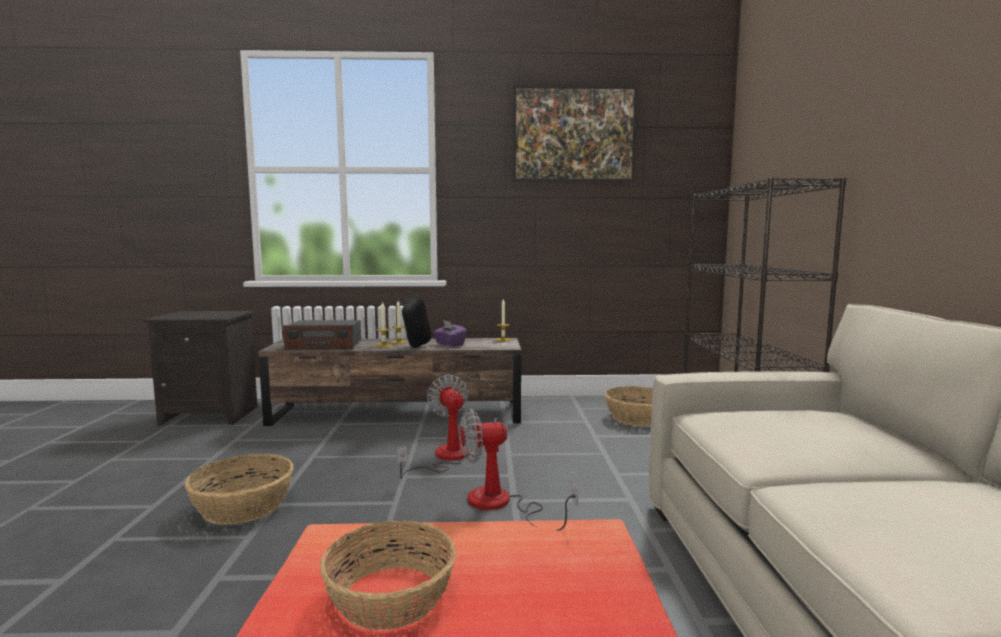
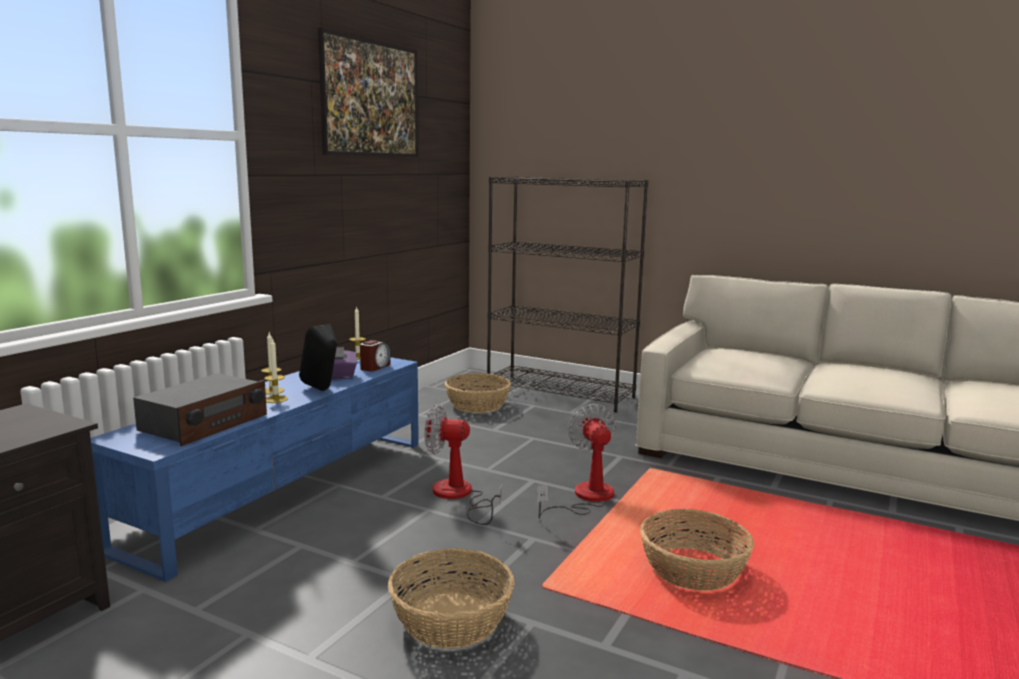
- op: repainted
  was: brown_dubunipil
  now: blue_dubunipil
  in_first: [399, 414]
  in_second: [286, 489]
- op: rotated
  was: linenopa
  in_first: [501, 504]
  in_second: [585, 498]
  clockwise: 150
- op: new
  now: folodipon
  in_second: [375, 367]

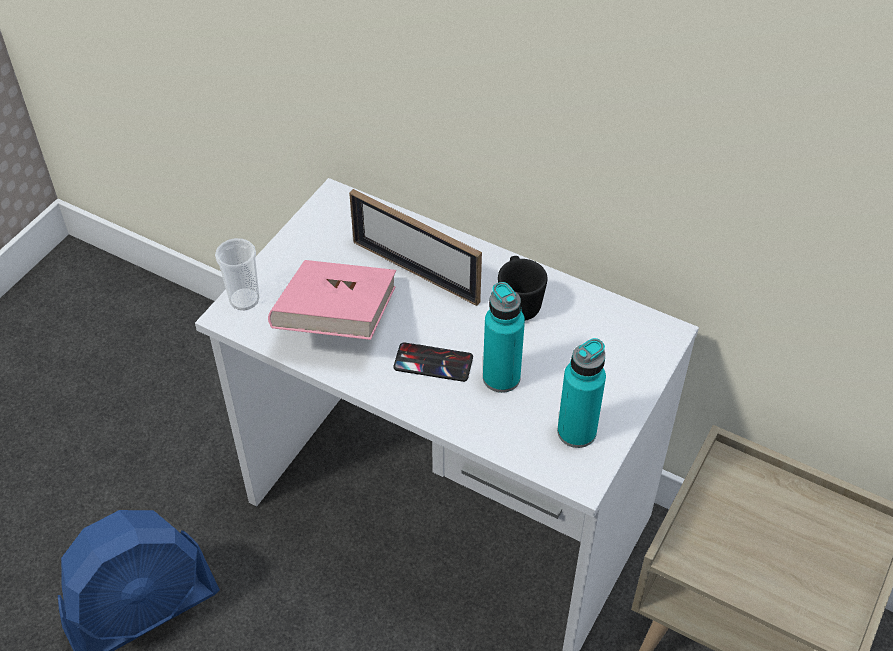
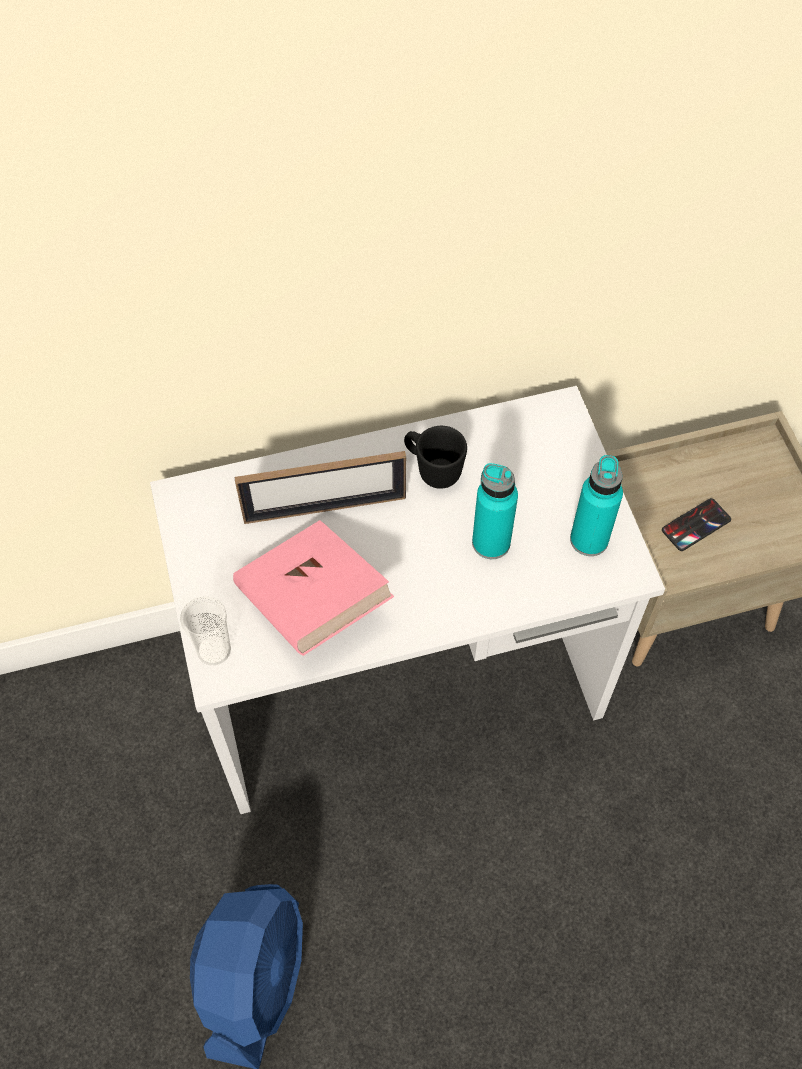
- op: shifted
  was: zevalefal
  in_first: [433, 362]
  in_second: [696, 525]

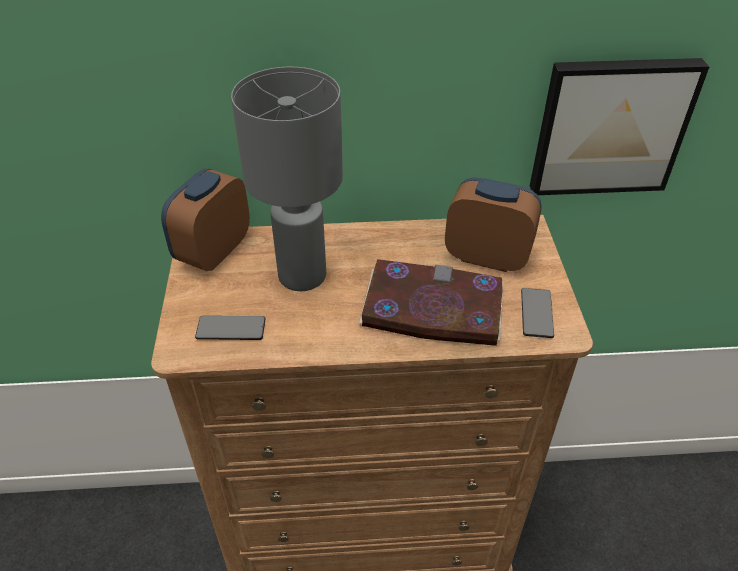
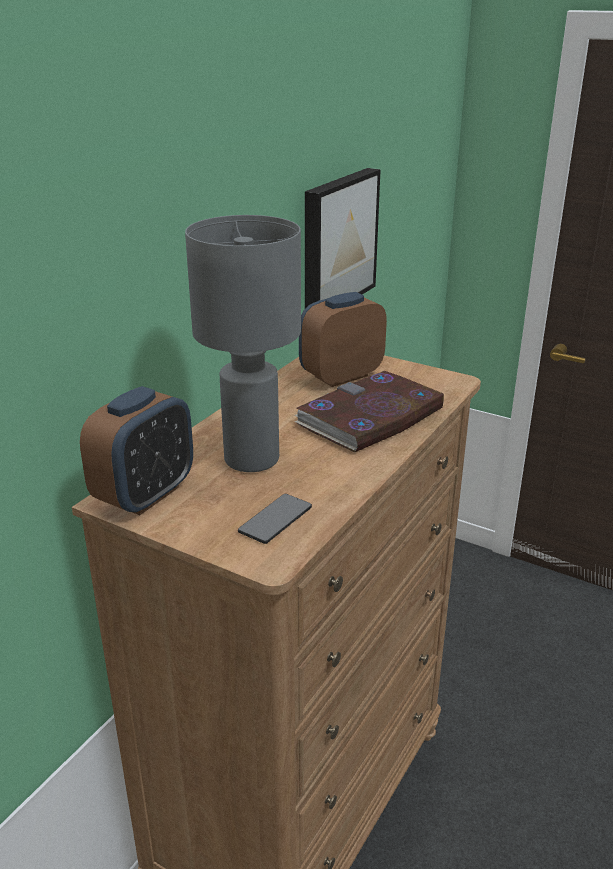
- op: rotated
  was: folodipon
  in_first: [213, 252]
  in_second: [145, 495]
  clockwise: -120
- op: gone
  was: zevalefal
  in_first: [536, 313]

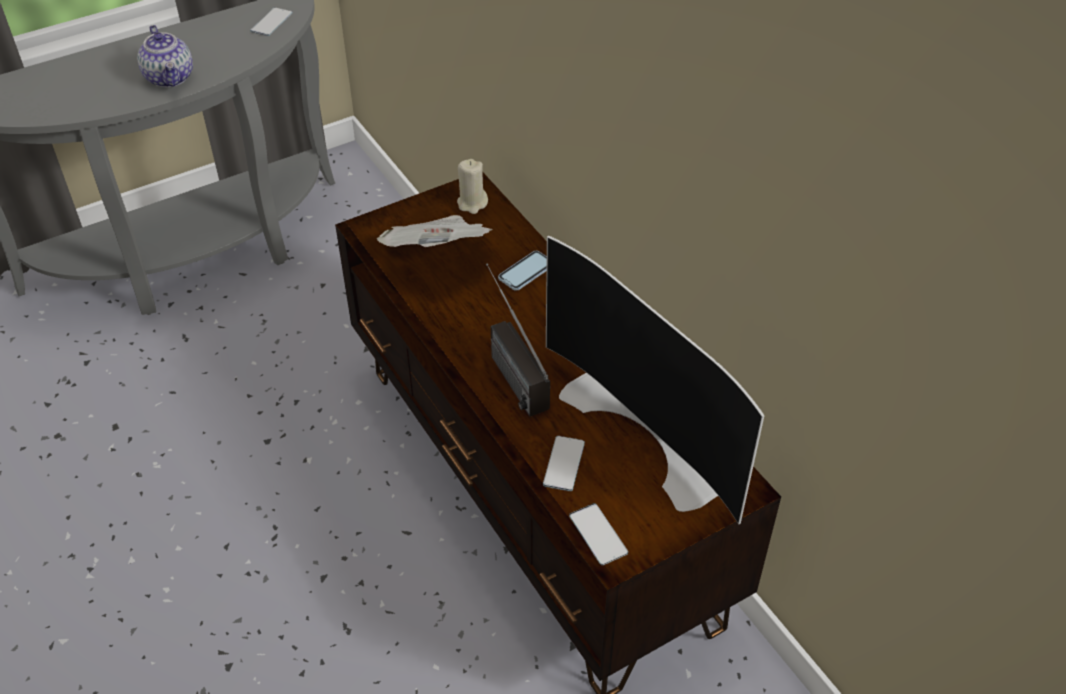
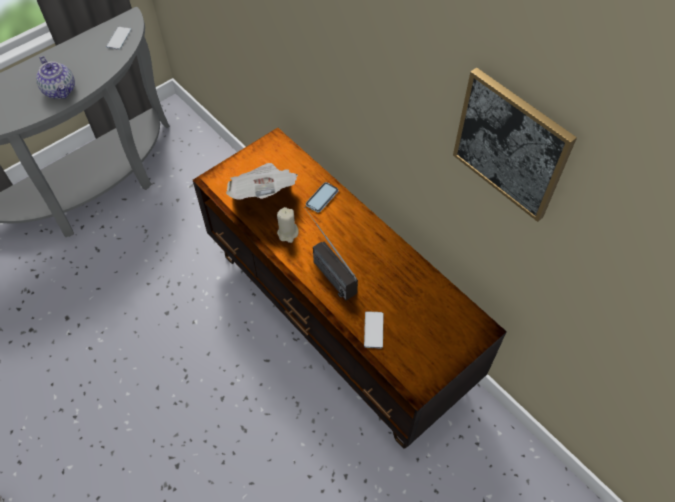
- op: shifted
  was: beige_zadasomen
  in_first: [472, 203]
  in_second: [288, 233]
- op: gone
  was: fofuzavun
  in_first: [651, 431]
- op: gone
  was: zevalefal
  in_first: [598, 534]
- op: new
  now: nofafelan
  in_second: [511, 145]

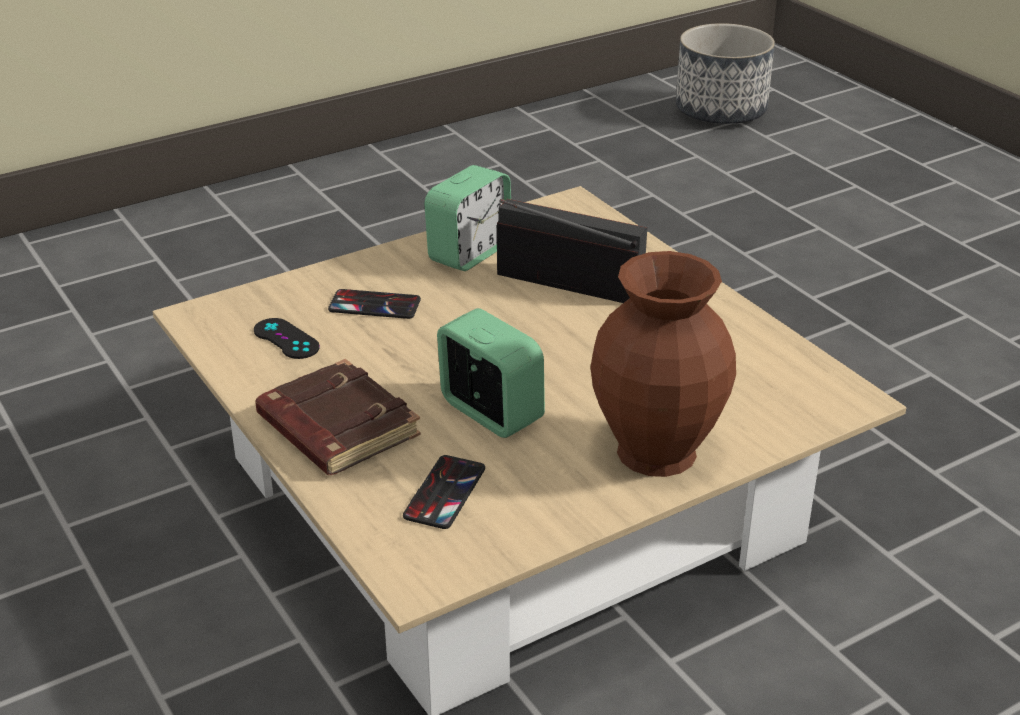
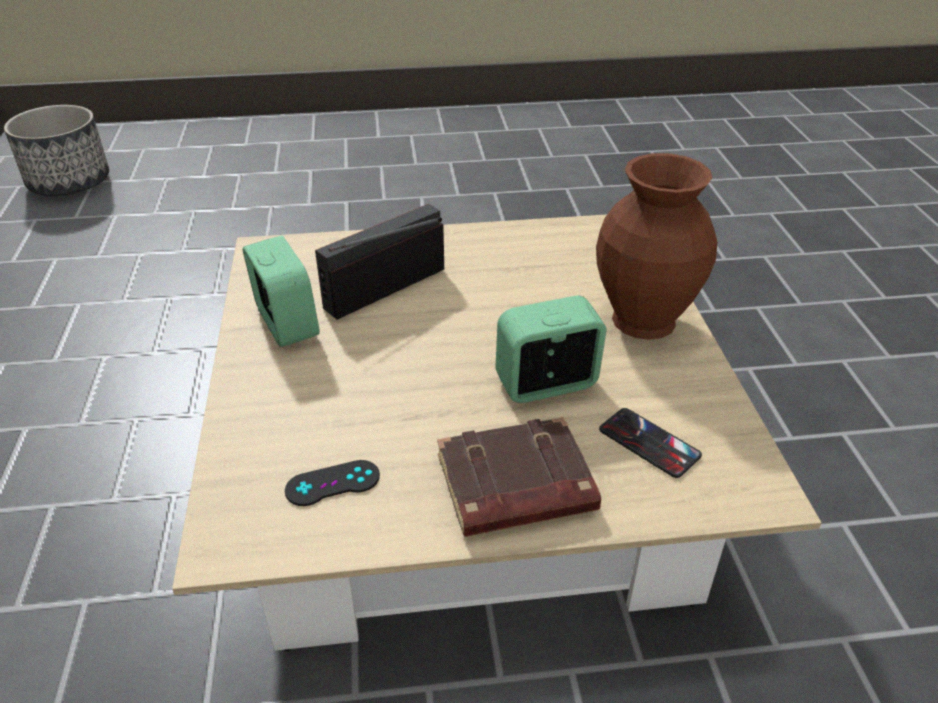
- op: gone
  was: zevalefal
  in_first: [374, 305]

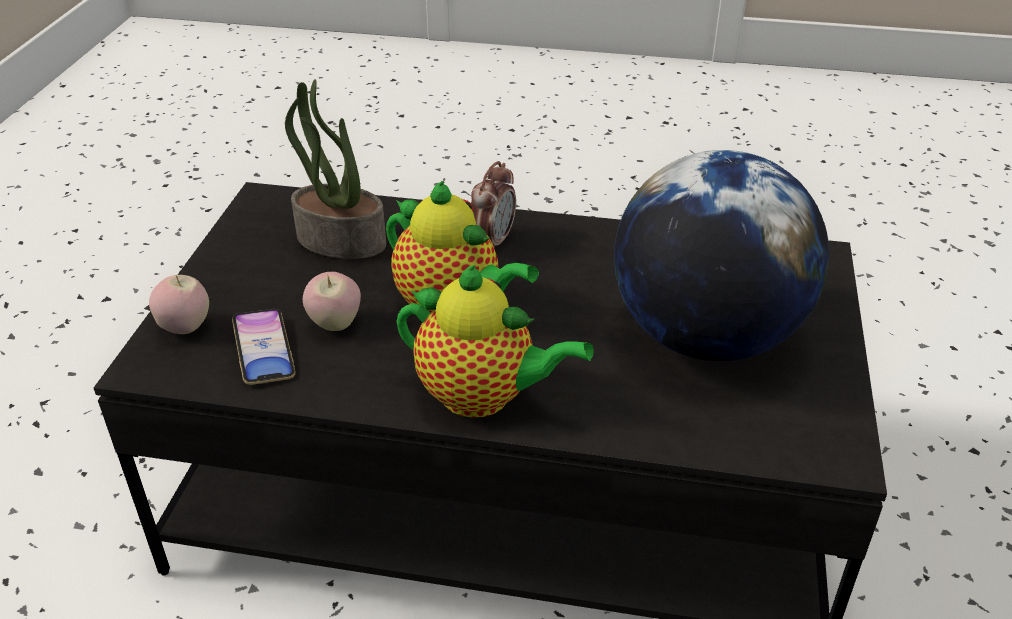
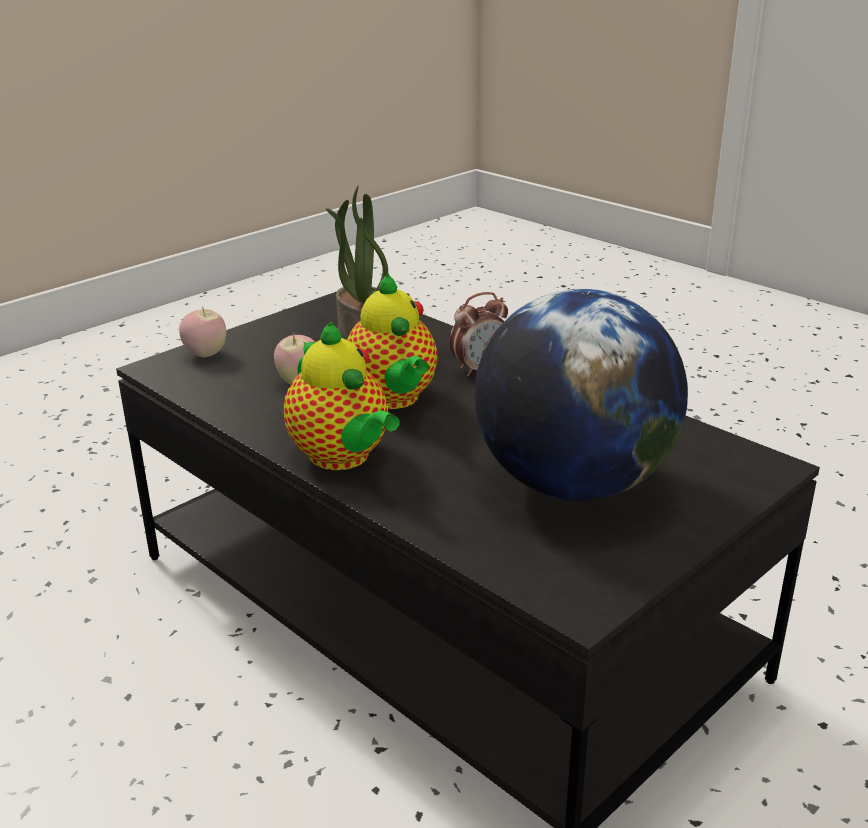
- op: gone
  was: zevalefal
  in_first: [264, 351]

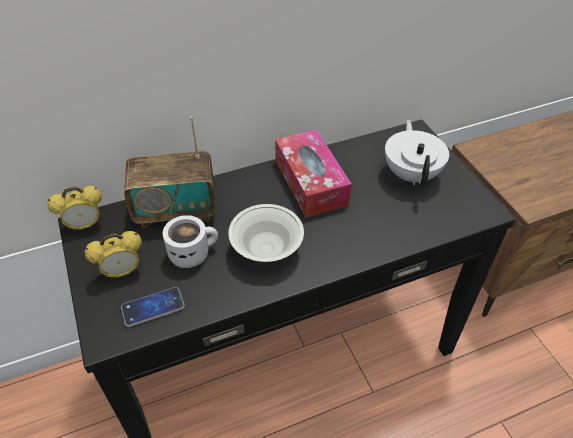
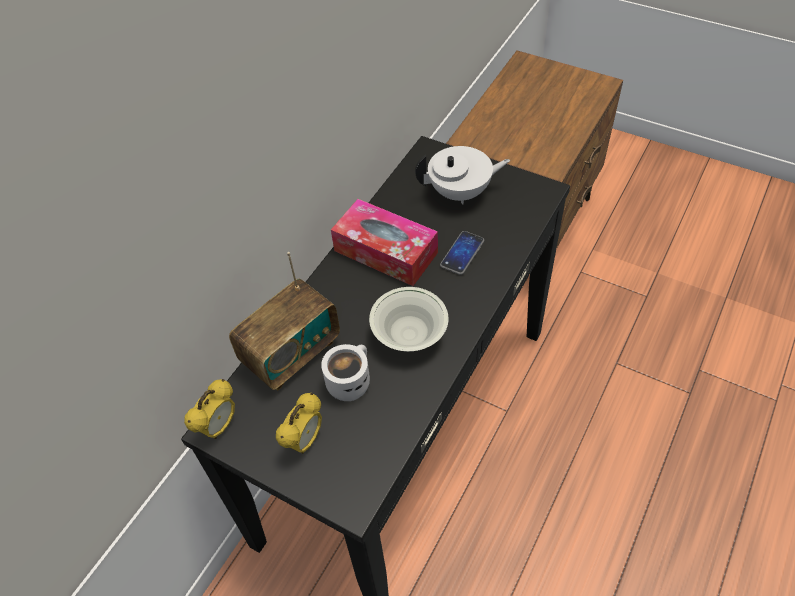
- op: rotated
  was: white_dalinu
  in_first: [411, 174]
  in_second: [460, 192]
  clockwise: 120
- op: shifted
  was: zevalefal
  in_first: [153, 307]
  in_second: [462, 253]

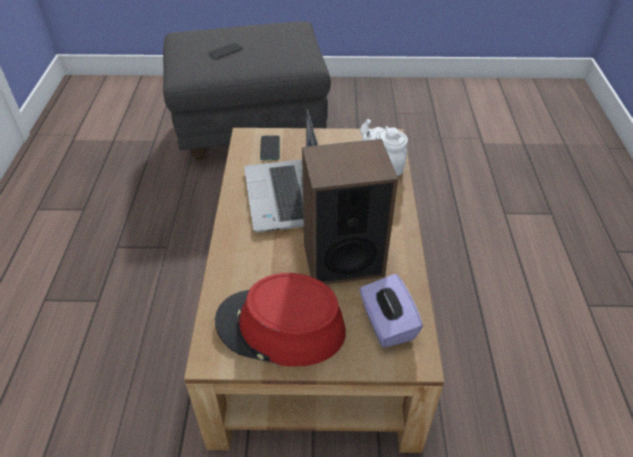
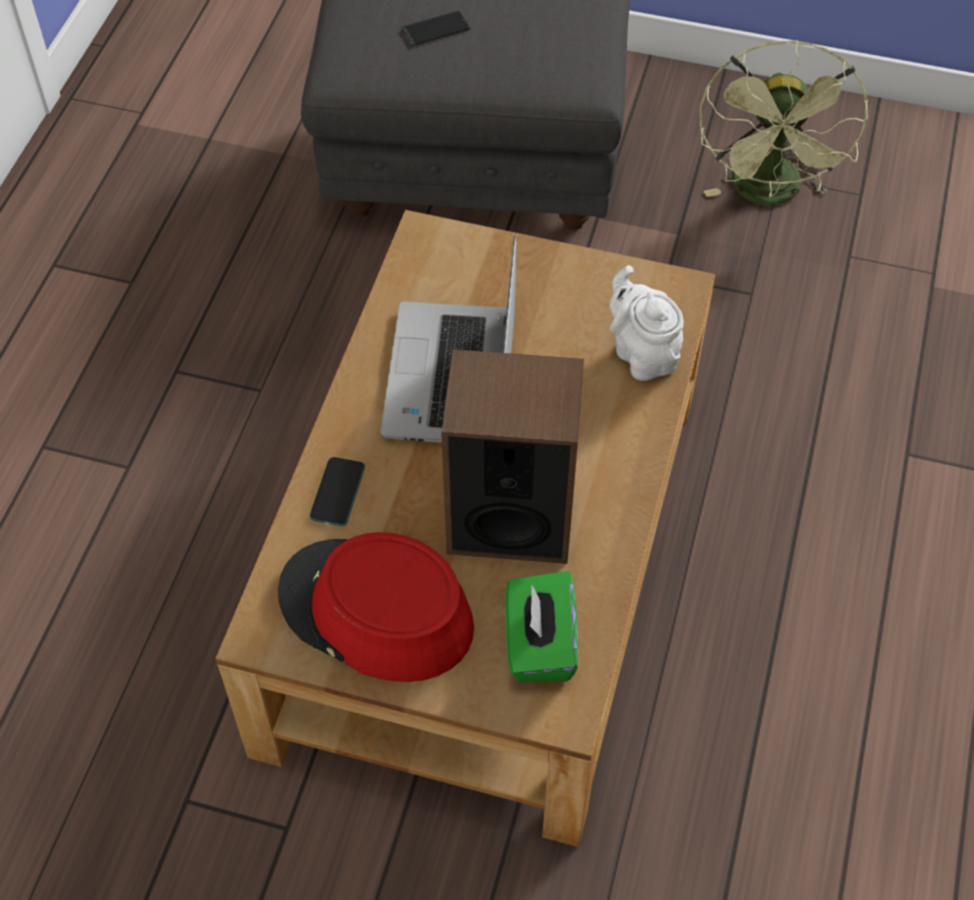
- op: shifted
  was: zevalefal
  in_first: [270, 148]
  in_second: [337, 492]
- op: repainted
  was: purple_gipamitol
  now: green_gipamitol
  in_first: [386, 324]
  in_second: [539, 645]
- op: new
  now: green_linenopa
  in_second: [769, 194]

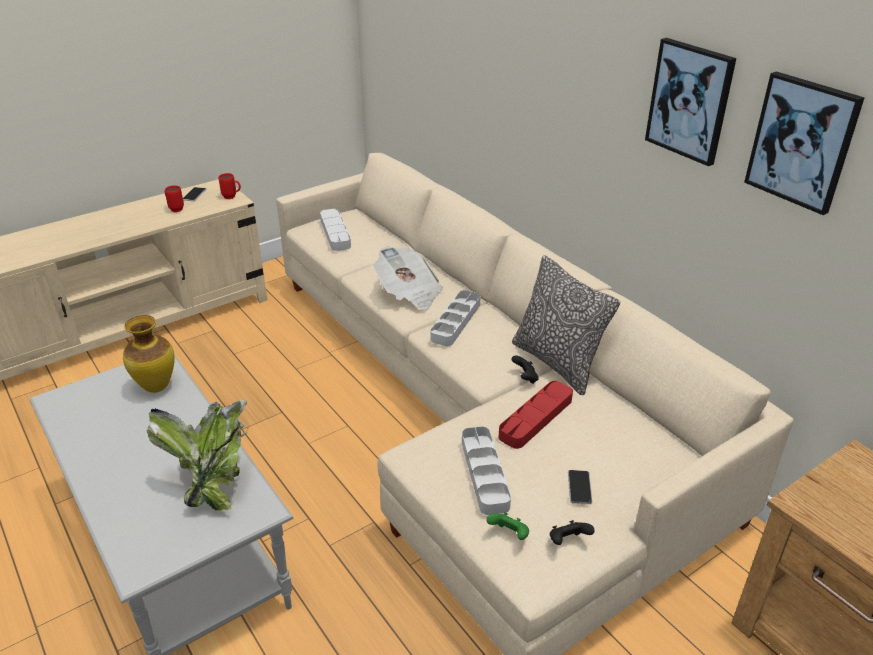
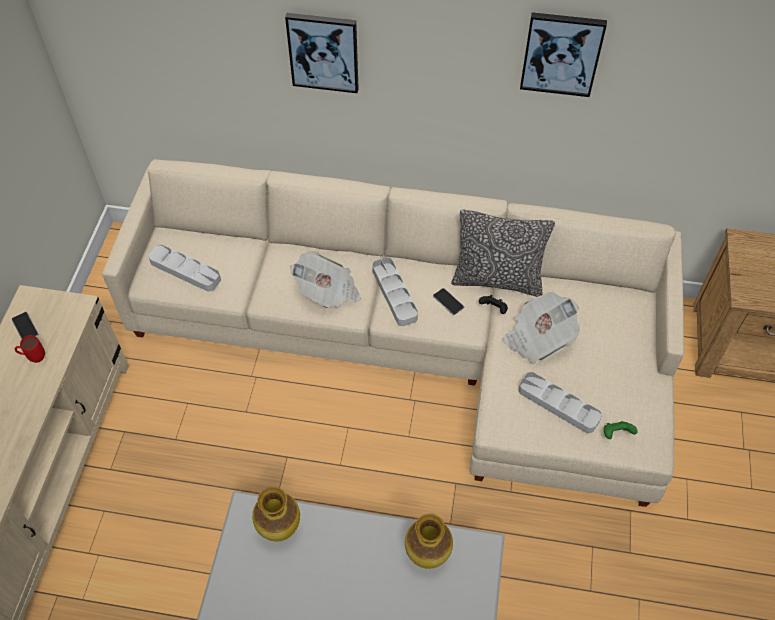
- op: shifted
  was: nofafelan
  in_first: [802, 142]
  in_second: [323, 52]
- op: gone
  was: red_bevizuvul
  in_first: [232, 197]
- op: swapped
  was: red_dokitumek
  now: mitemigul
  in_first: [536, 418]
  in_second: [538, 338]
- op: swapped
  was: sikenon
  now: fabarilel
  in_first: [214, 479]
  in_second: [426, 556]
- op: shifted
  was: zevalefal
  in_first: [579, 487]
  in_second: [448, 302]
- op: gone
  was: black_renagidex
  in_first: [568, 541]

